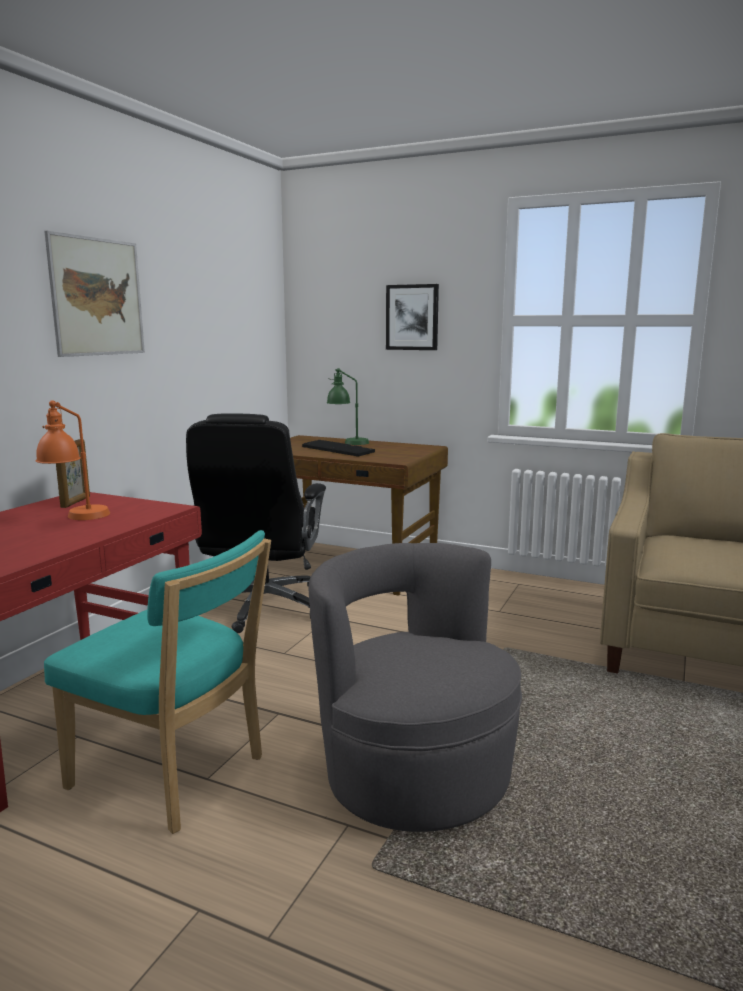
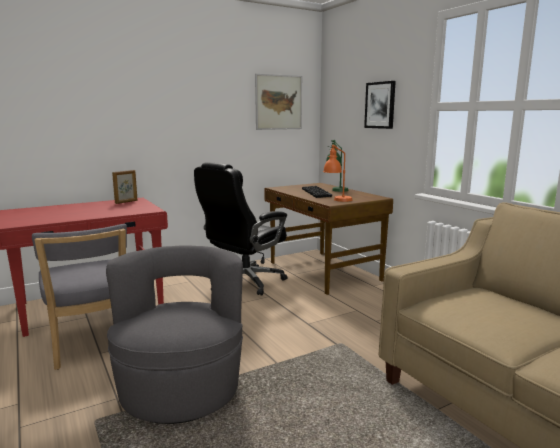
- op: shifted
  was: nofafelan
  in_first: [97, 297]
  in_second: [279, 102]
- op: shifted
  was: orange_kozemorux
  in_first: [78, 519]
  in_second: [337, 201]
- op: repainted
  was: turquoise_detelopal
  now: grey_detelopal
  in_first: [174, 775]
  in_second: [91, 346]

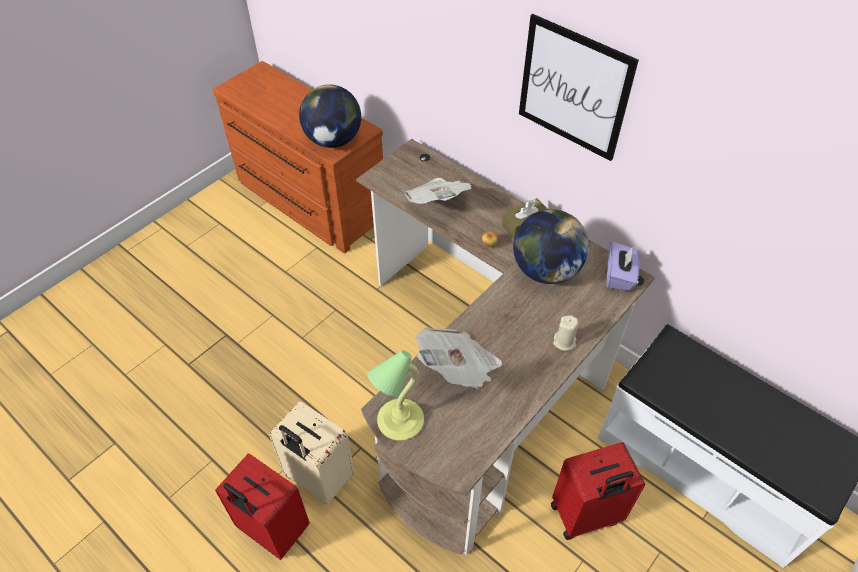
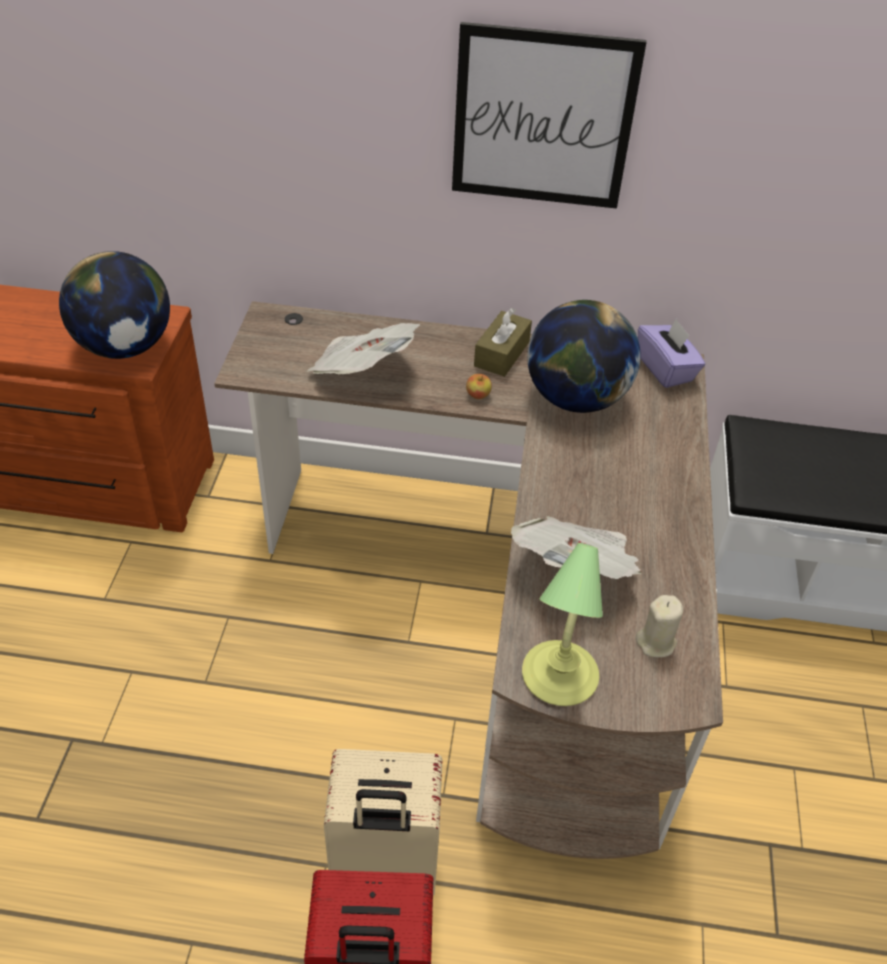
- op: shifted
  was: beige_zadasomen
  in_first: [564, 342]
  in_second: [656, 642]
- op: gone
  was: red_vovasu
  in_first: [586, 515]

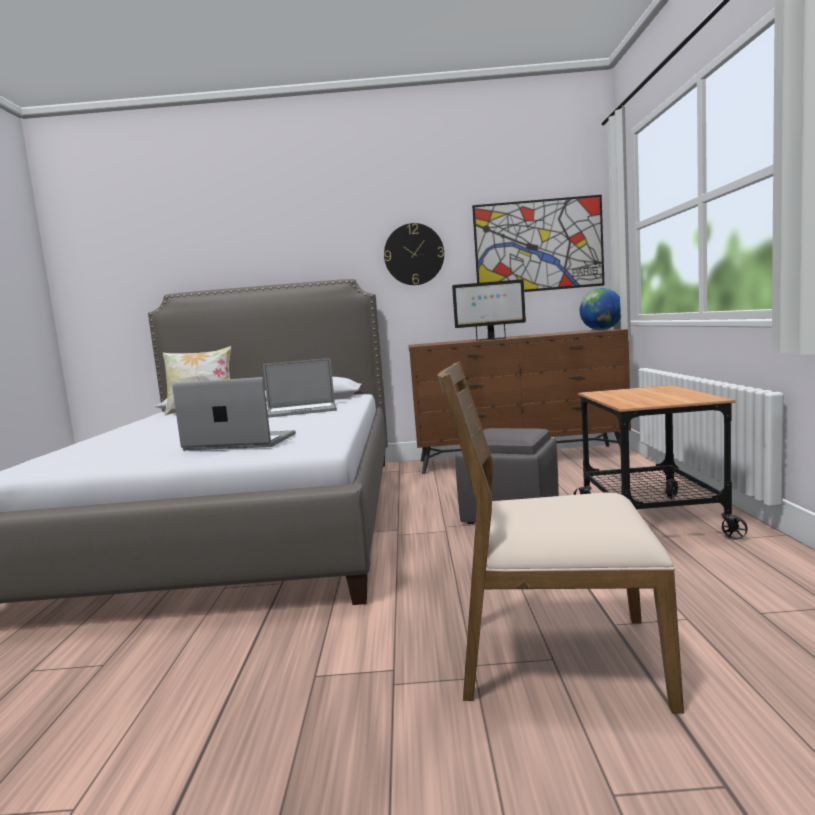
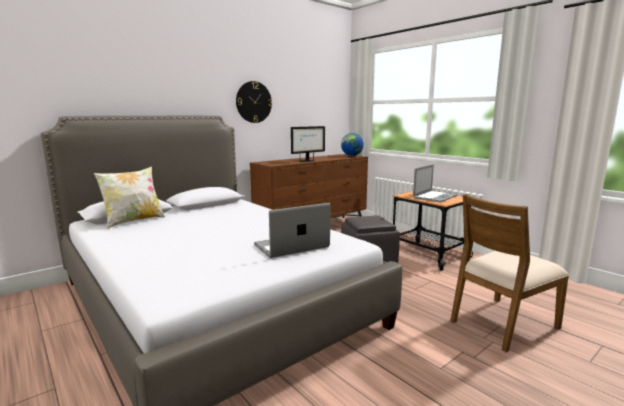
- op: gone
  was: nofafelan
  in_first: [538, 245]
- op: shifted
  was: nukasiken
  in_first: [301, 411]
  in_second: [435, 197]

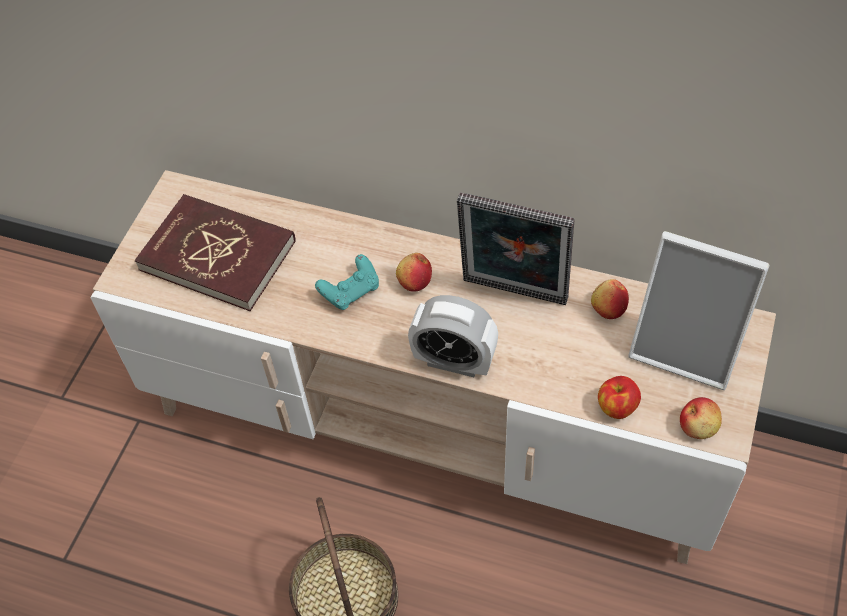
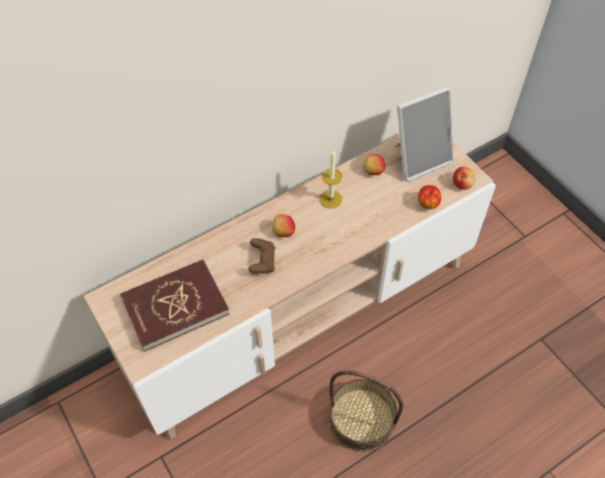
- op: swapped
  was: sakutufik
  now: zadasomen
  in_first: [513, 294]
  in_second: [330, 199]
- op: repainted
  was: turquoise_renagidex
  now: brown_renagidex
  in_first: [351, 291]
  in_second: [262, 261]
- op: gone
  was: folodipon
  in_first: [454, 361]

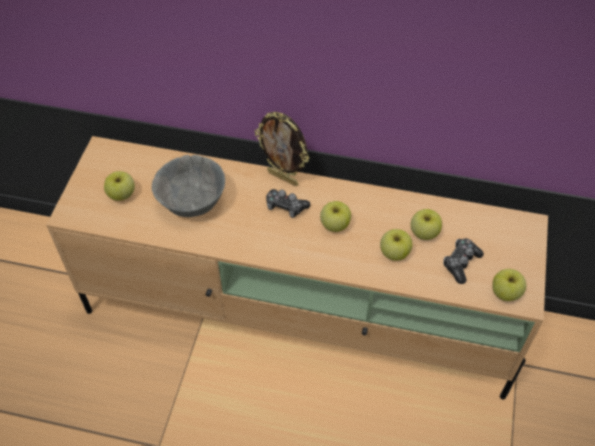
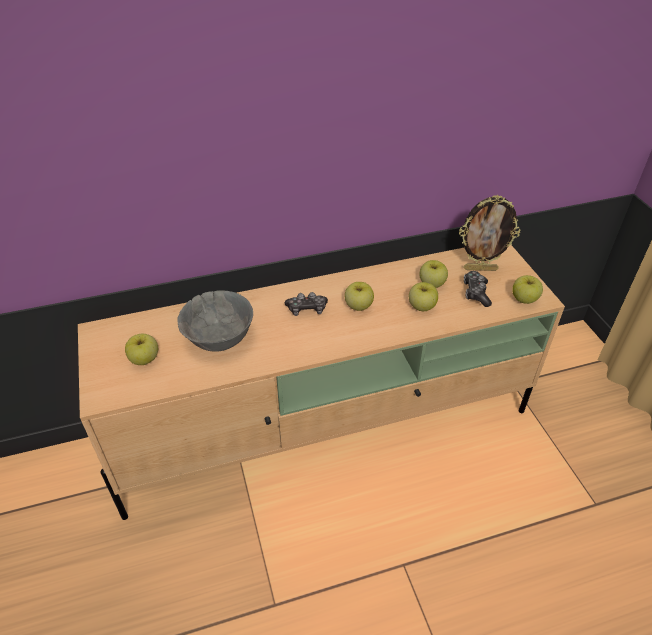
- op: shifted
  was: sakutufik
  in_first: [283, 177]
  in_second: [480, 268]

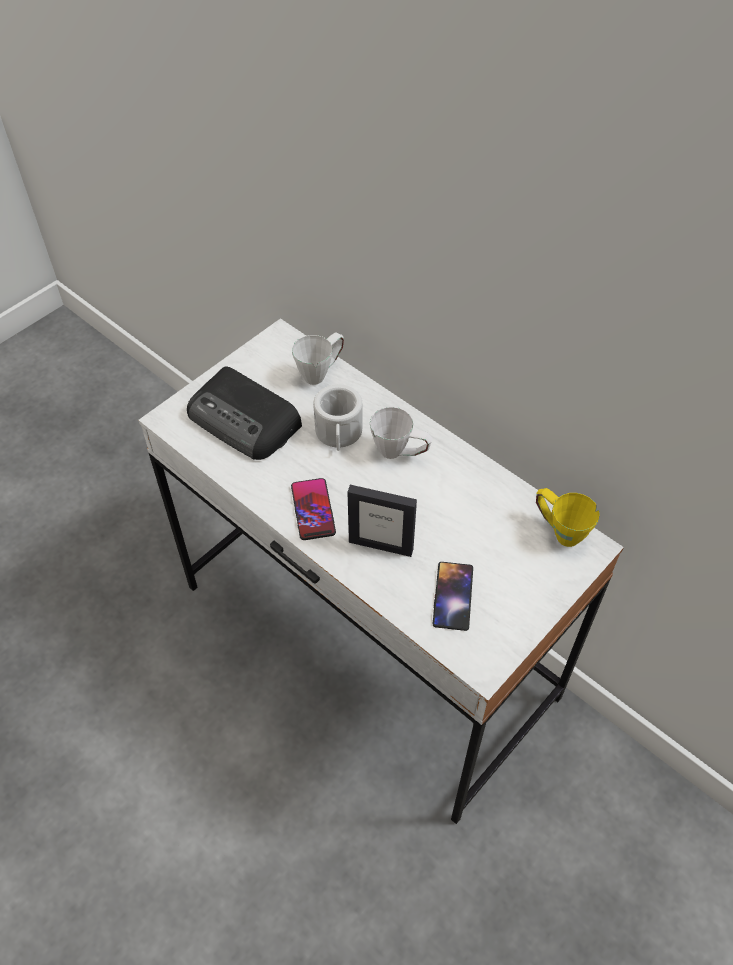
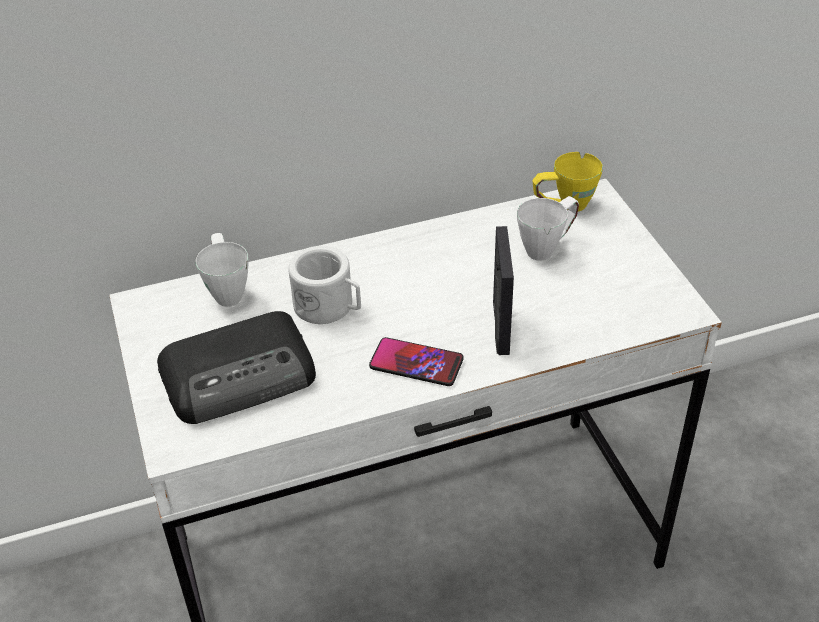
- op: shifted
  was: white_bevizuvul
  in_first: [400, 453]
  in_second: [547, 247]
- op: rotated
  was: sakutufik
  in_first: [381, 545]
  in_second: [500, 328]
  clockwise: -45
- op: gone
  was: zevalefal
  in_first: [452, 596]

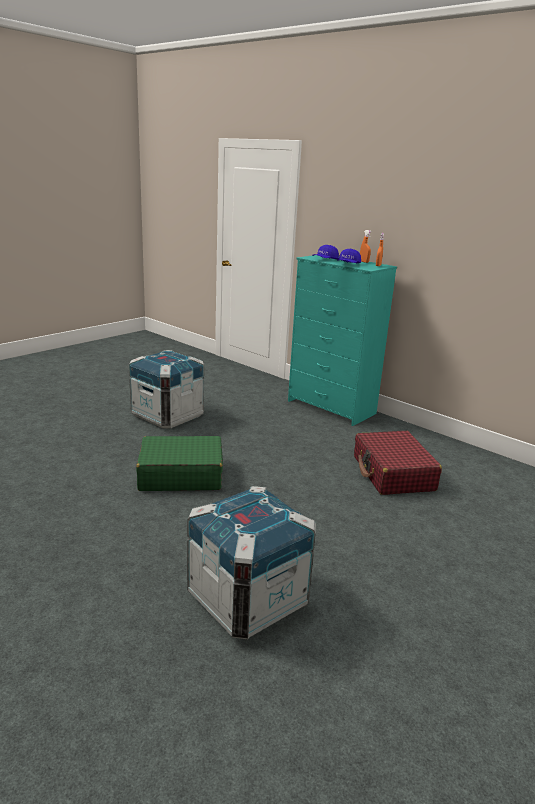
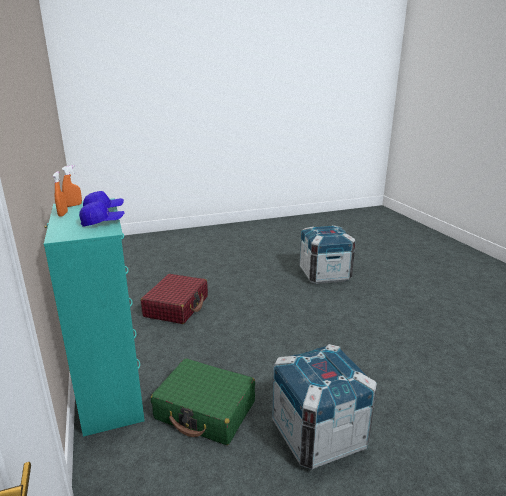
- op: shifted
  was: green_vovasu
  in_first: [180, 475]
  in_second: [205, 410]

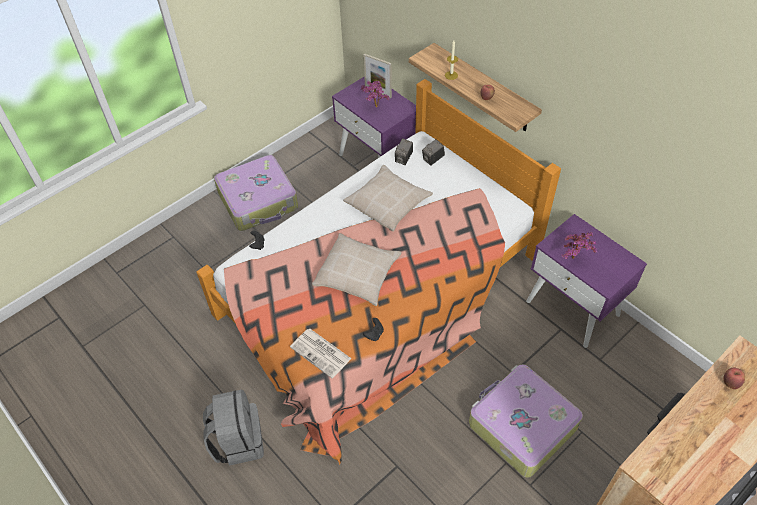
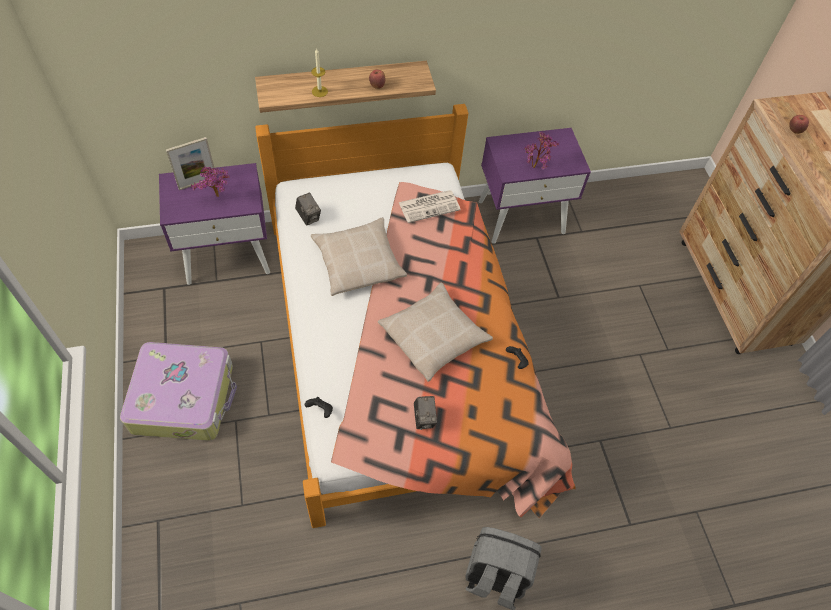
- op: shifted
  was: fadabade
  in_first: [433, 159]
  in_second: [424, 418]
- op: shifted
  was: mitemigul
  in_first: [321, 353]
  in_second: [430, 206]
- op: gone
  was: vovasu
  in_first: [521, 425]

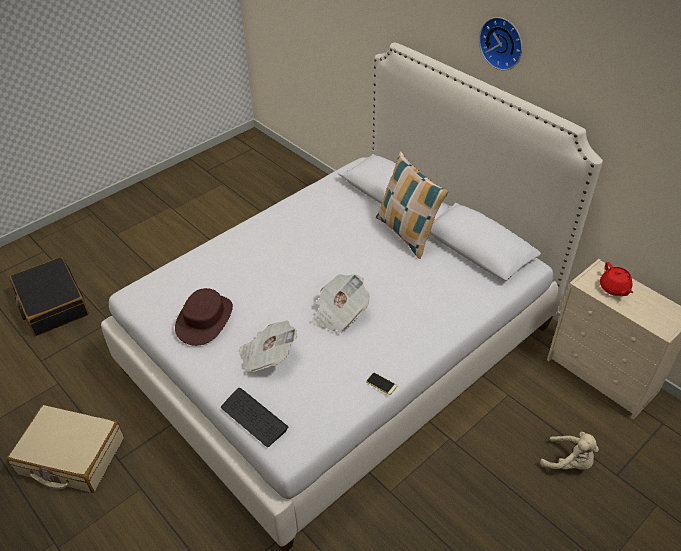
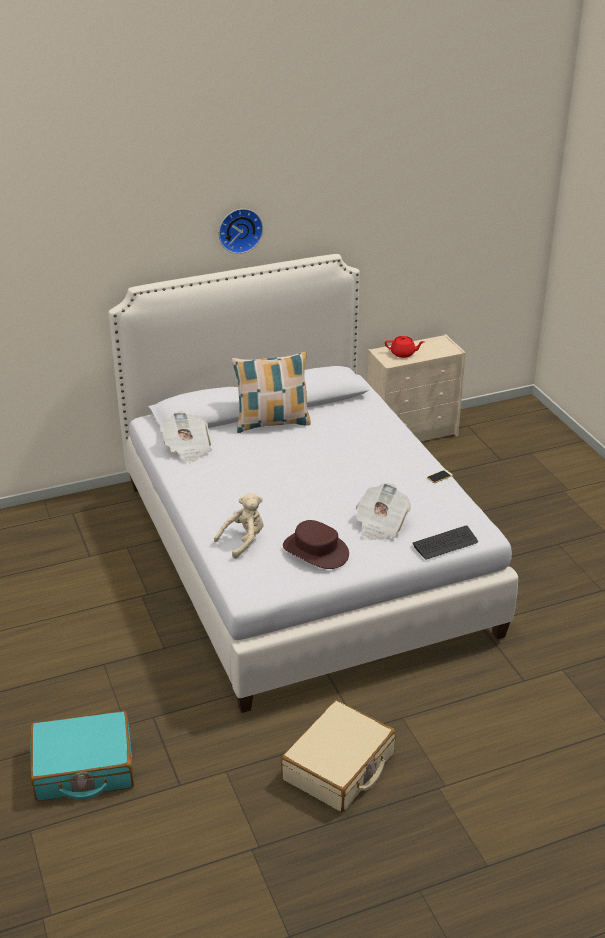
- op: repainted
  was: black_vovasu
  now: turquoise_vovasu
  in_first: [52, 304]
  in_second: [83, 768]
- op: shifted
  was: mitemigul
  in_first: [339, 314]
  in_second: [188, 449]
- op: shifted
  was: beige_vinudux
  in_first: [569, 462]
  in_second: [243, 541]

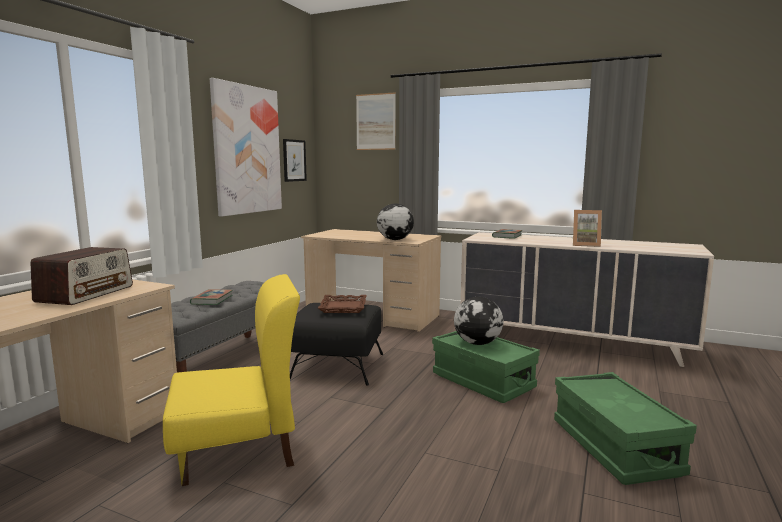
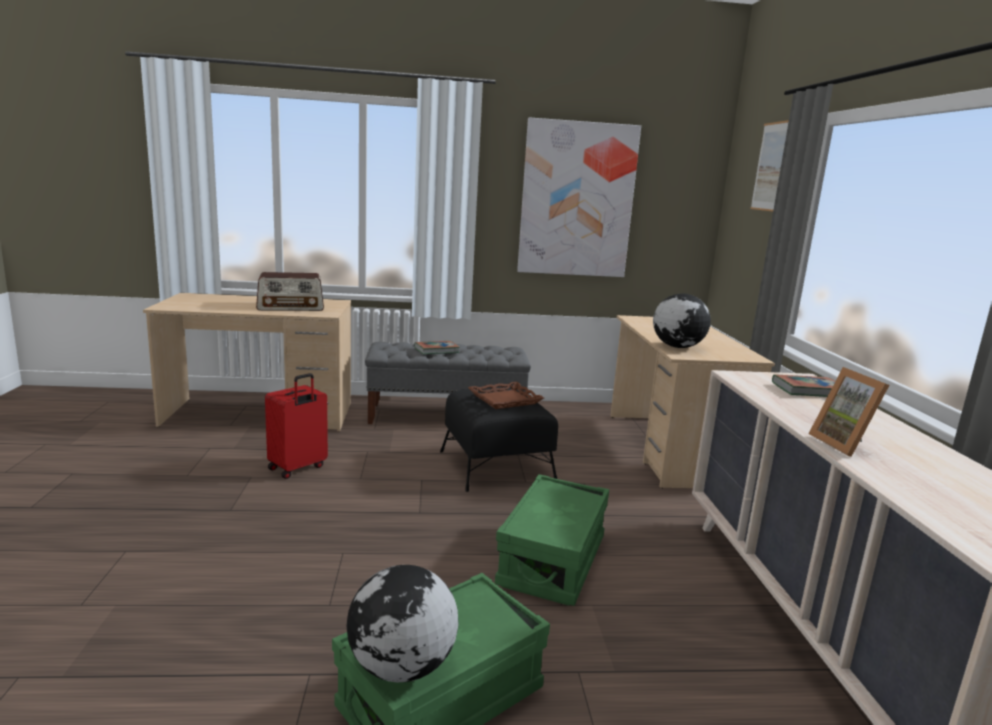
- op: gone
  was: nofafelan
  in_first: [294, 160]
- op: swapped
  was: yellow_detelopal
  now: red_vovasu
  in_first: [238, 450]
  in_second: [298, 468]
- op: shifted
  was: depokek
  in_first: [477, 343]
  in_second: [400, 667]

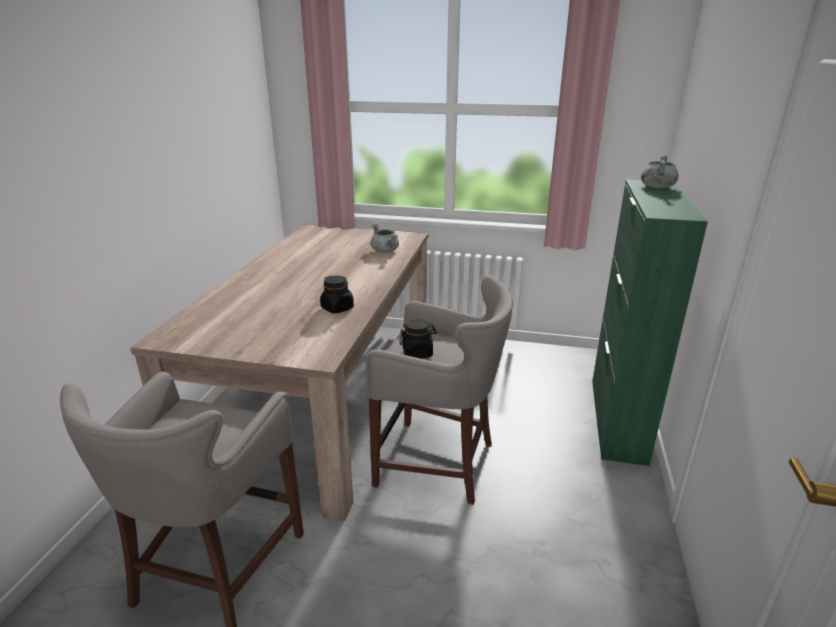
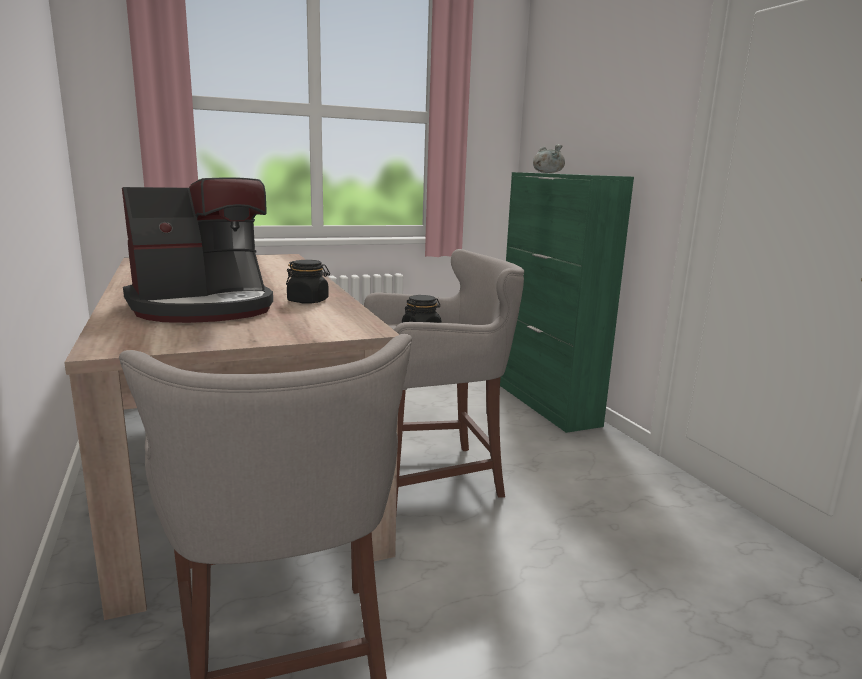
- op: gone
  was: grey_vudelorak
  in_first: [385, 251]
- op: new
  now: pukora
  in_second: [203, 308]

